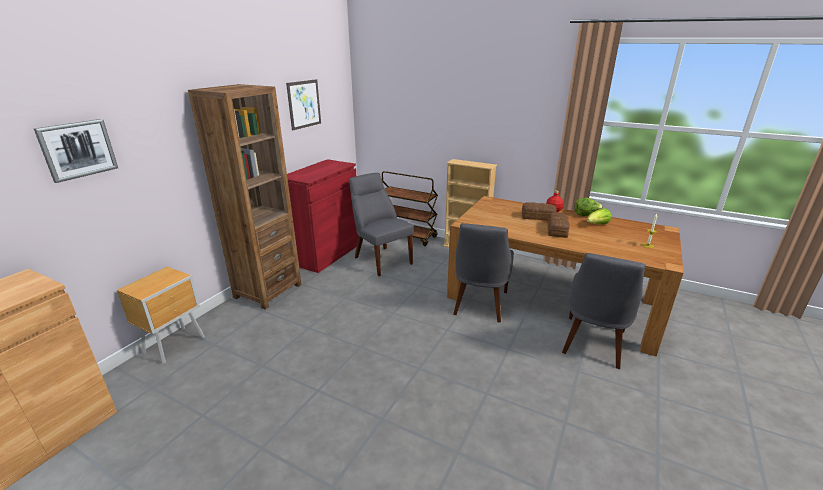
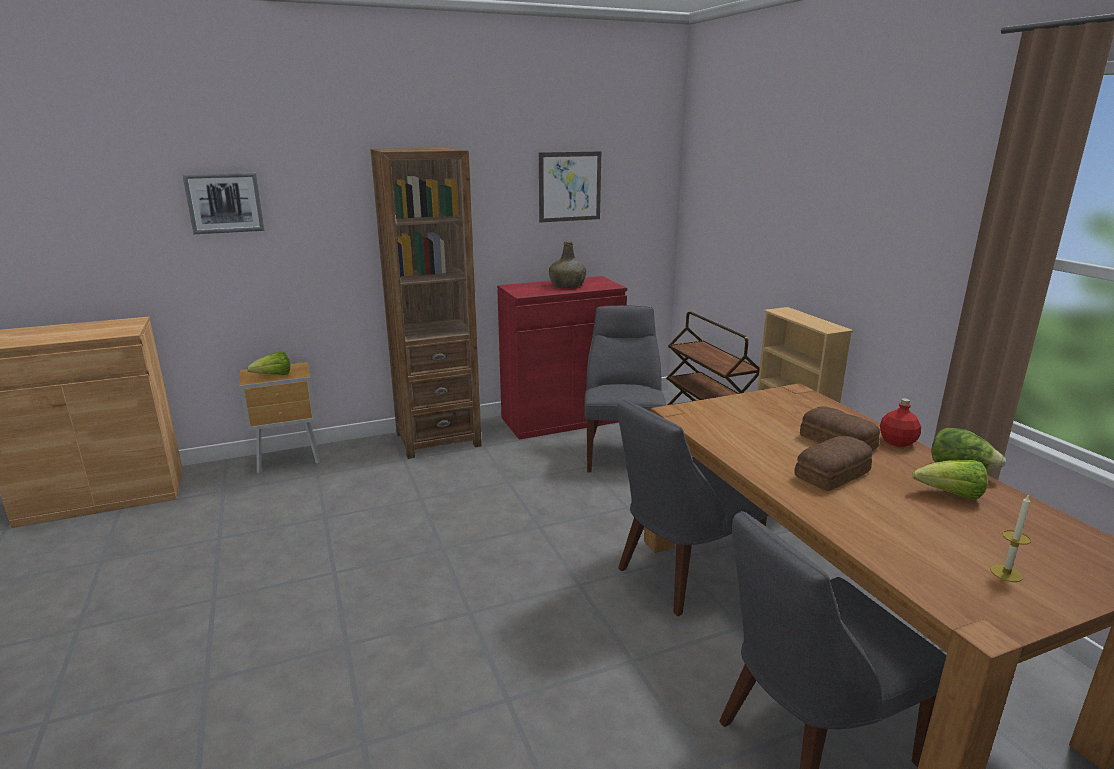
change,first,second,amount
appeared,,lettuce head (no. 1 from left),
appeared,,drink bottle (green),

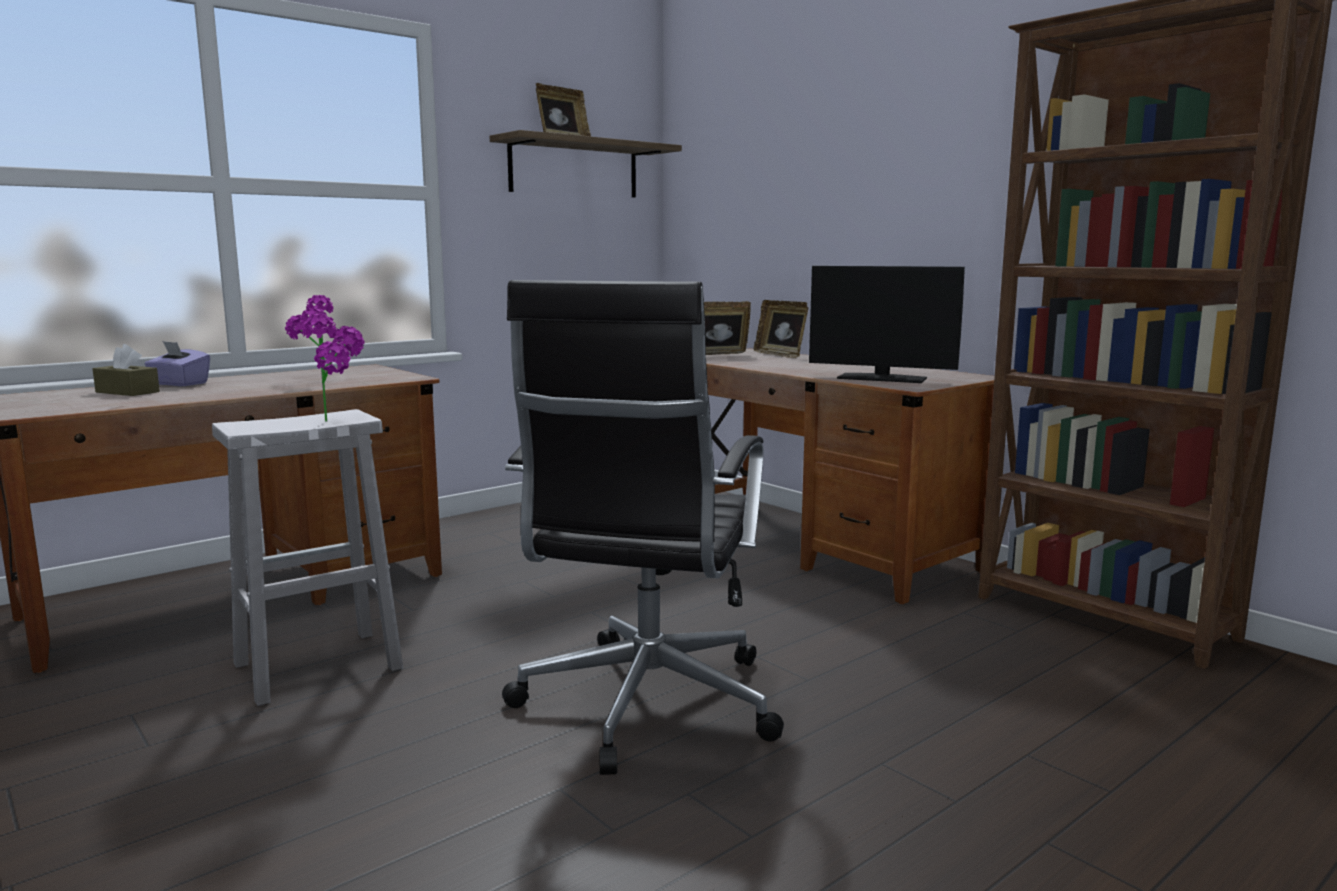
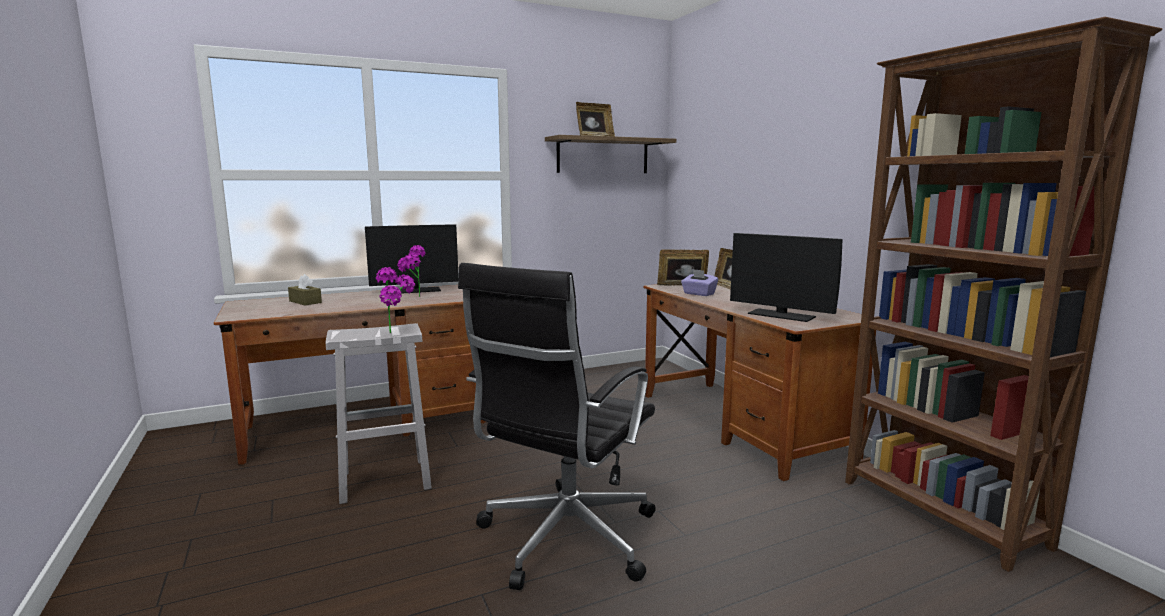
change,first,second,amount
relocated,tissue holder (purple),,
appeared,,computer display (no. 1 from left),

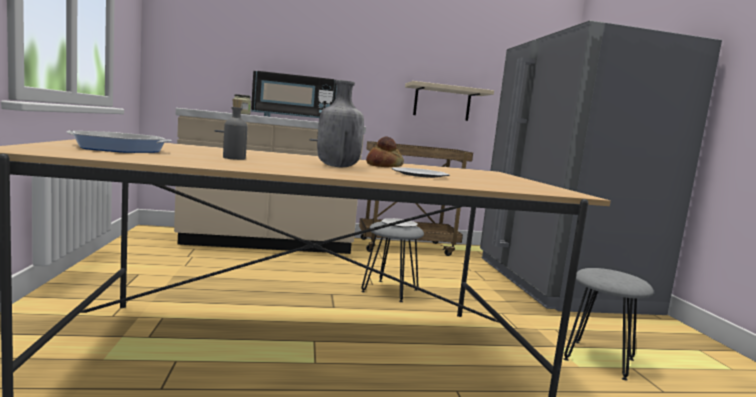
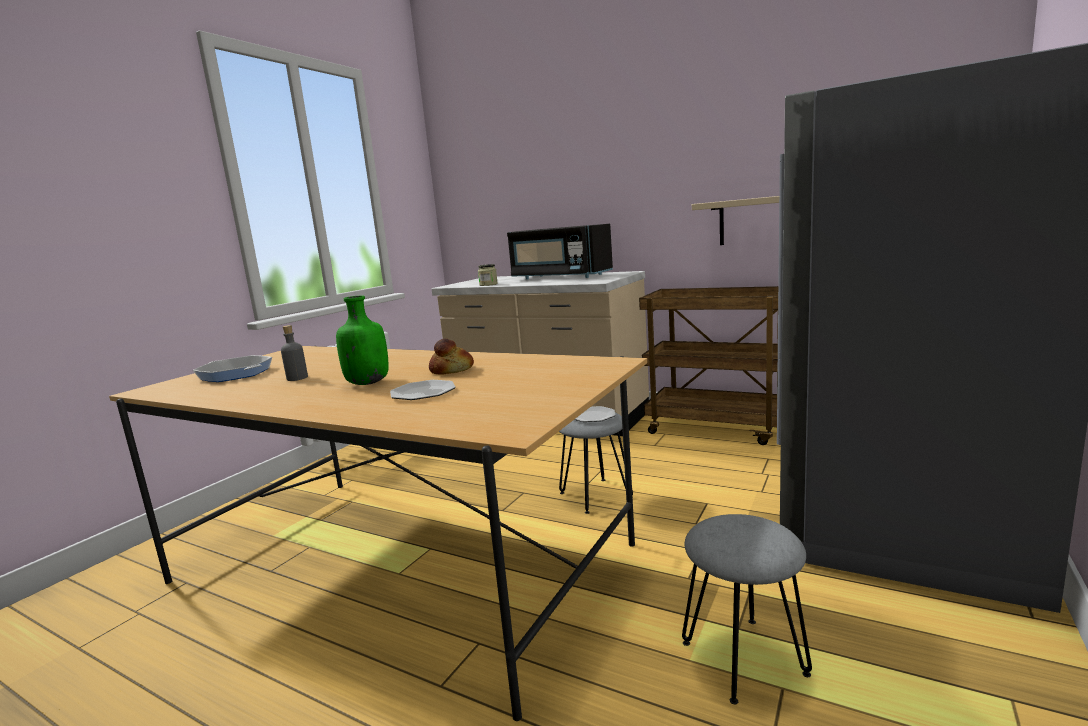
change,first,second,amount
colour,drink bottle (greyish) (no. 2 from left),drink bottle (green),

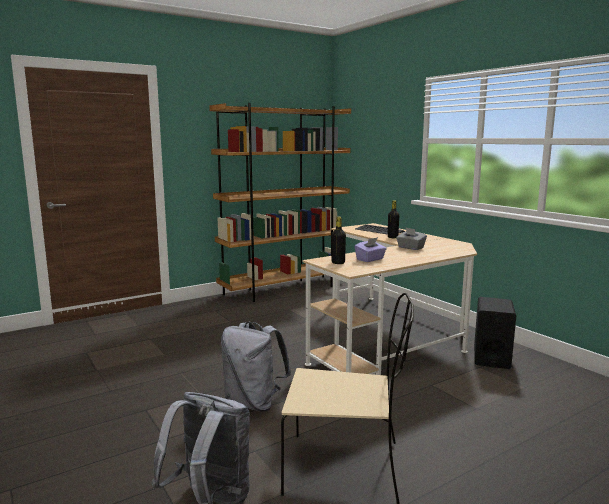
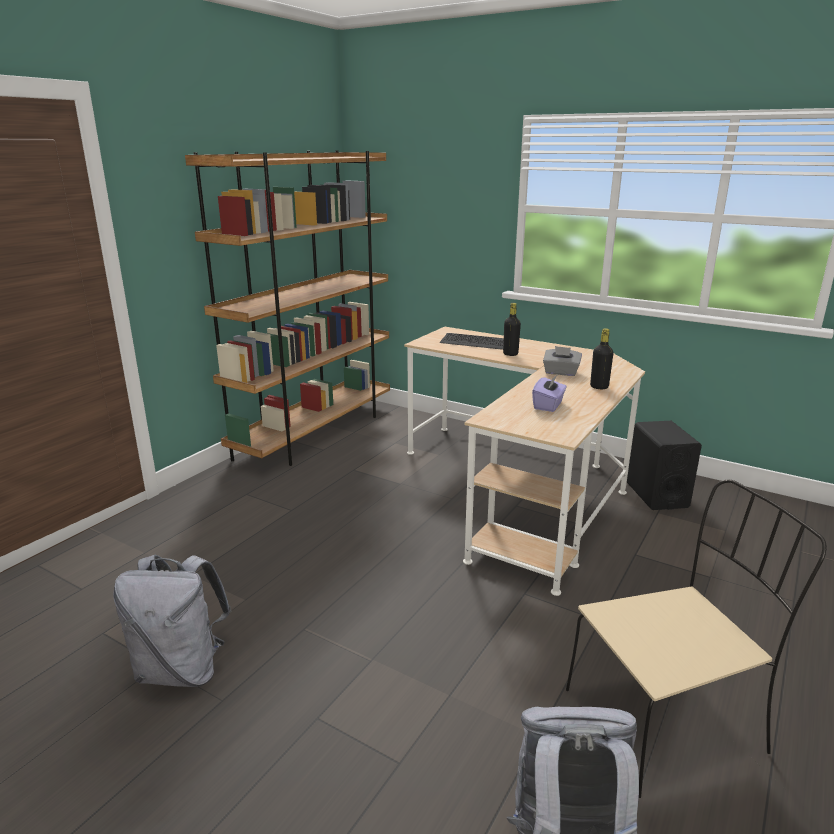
change,first,second,amount
relocated,backpack (greyish) (no. 2 from left in the first image),backpack (greyish) (no. 1 from left),
relocated,drink bottle (blackish) (no. 1 from left in the first image),drink bottle (blackish) (no. 2 from left),

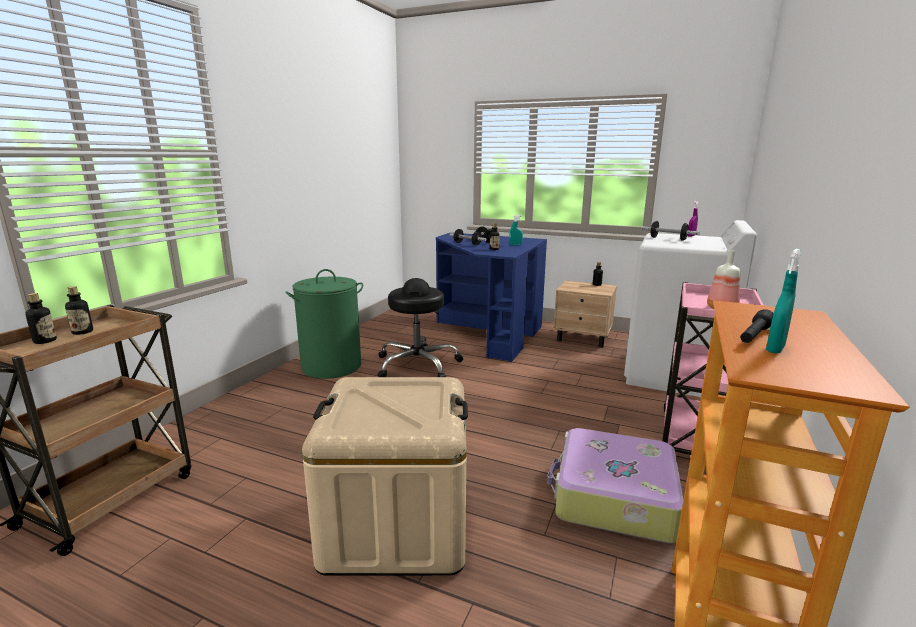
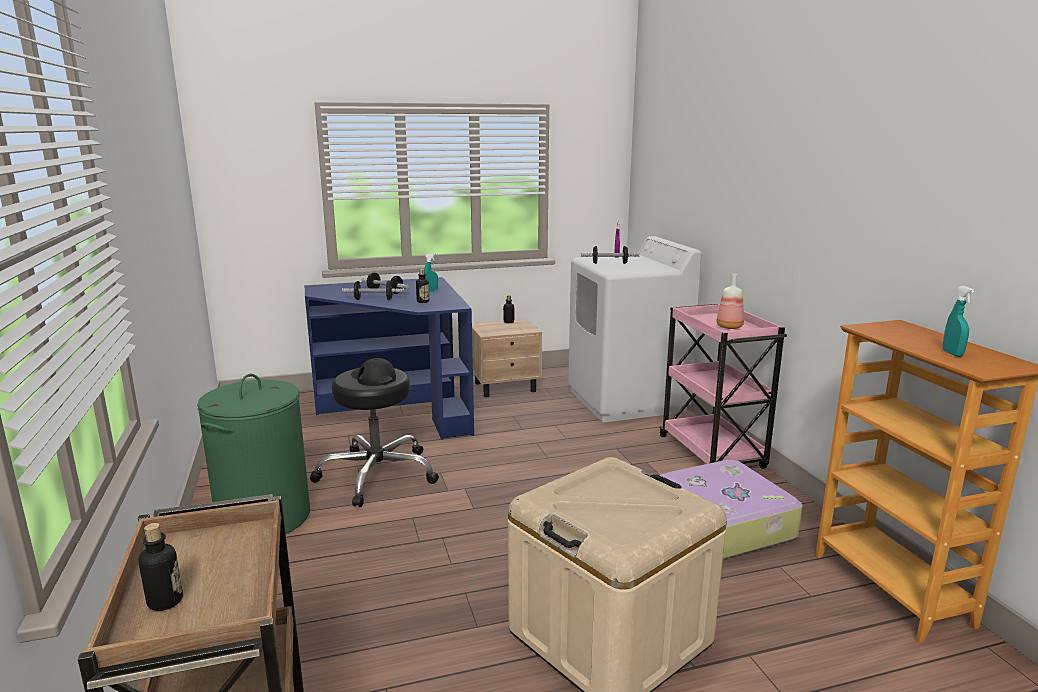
change,first,second,amount
missing,drink bottle (no. 2 from left),,
missing,hand torch (blackish),,

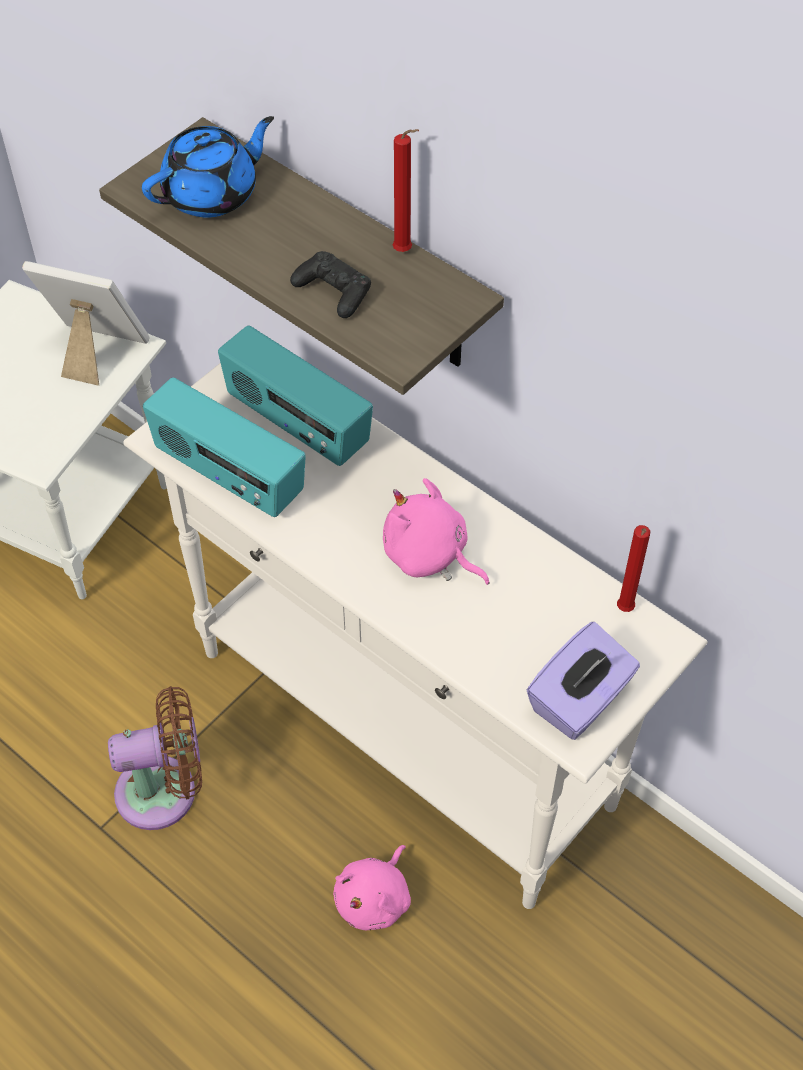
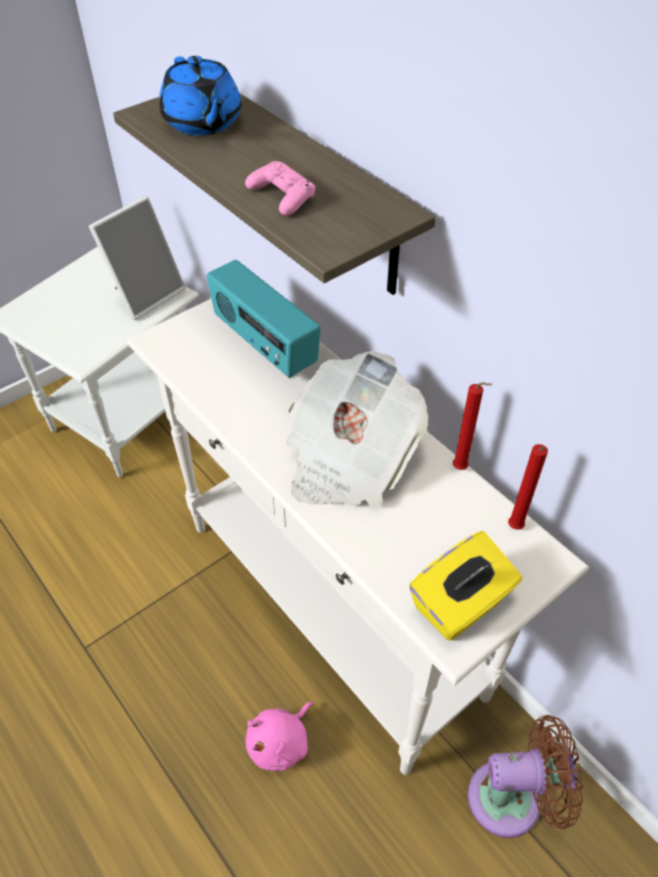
change,first,second,amount
spun,standing frame,,105 degrees clockwise
relocated,electric fan (brown),,
spun,teapot (blue),,90 degrees clockwise
missing,radio receiver (no. 1 from left),,
colour,gamepad (blackish),gamepad (pinkish),
exchanged,plush toy (pinkish) (no. 2 from left),newspaper,
relocated,wax candle (reddish) (no. 1 from left),,
colour,tissue holder (purple),tissue holder (yellow-coloured),

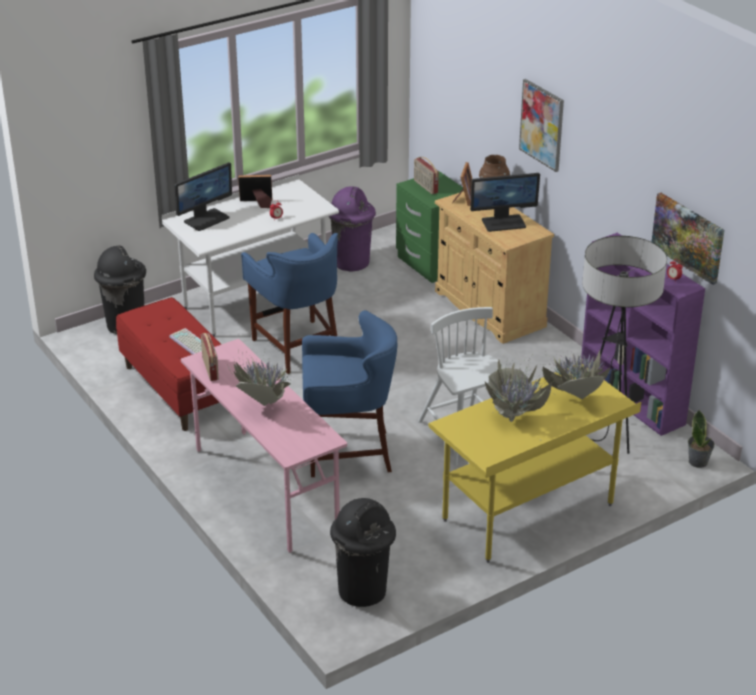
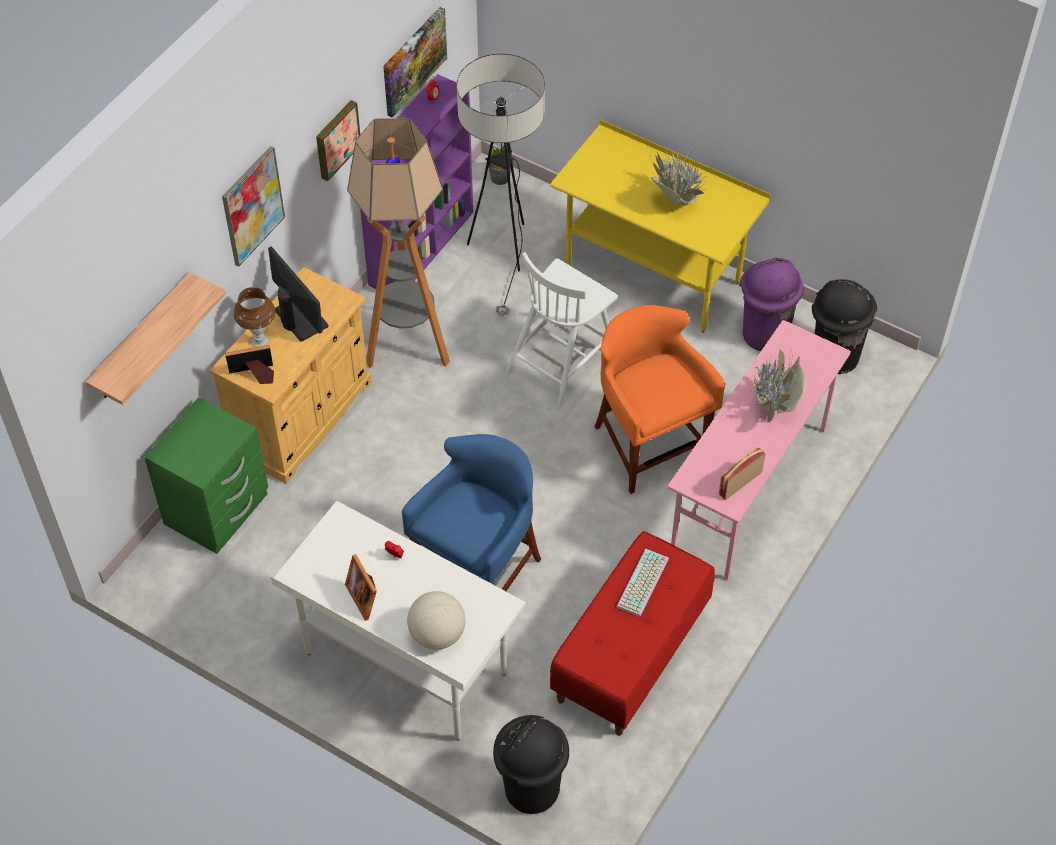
change,first,second,amount
exchanged,computer display (no. 1 from left),desk globe,
colour,sitting stool (blue) (no. 2 from left),sitting stool (orange-coloured),
relocated,waste bin (purple),,
missing,radio receiver (no. 2 from left),,
missing,plant in a pot (no. 3 from left),,
appeared,,wall shelf,
appeared,,wall art (no. 2 from left),
appeared,,floor lamp (no. 1 from left),

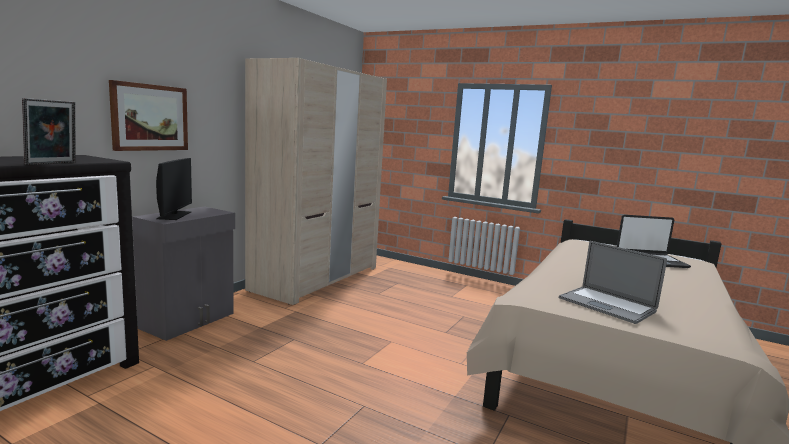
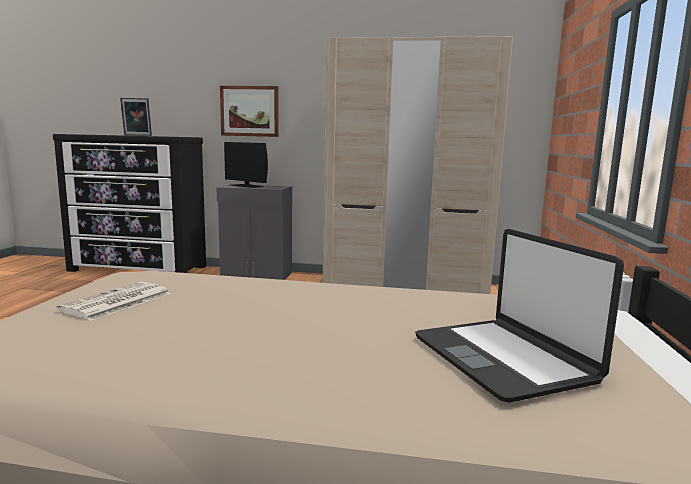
change,first,second,amount
spun,computer display,,60 degrees clockwise
exchanged,notebook computer (no. 1 from left),newspaper,

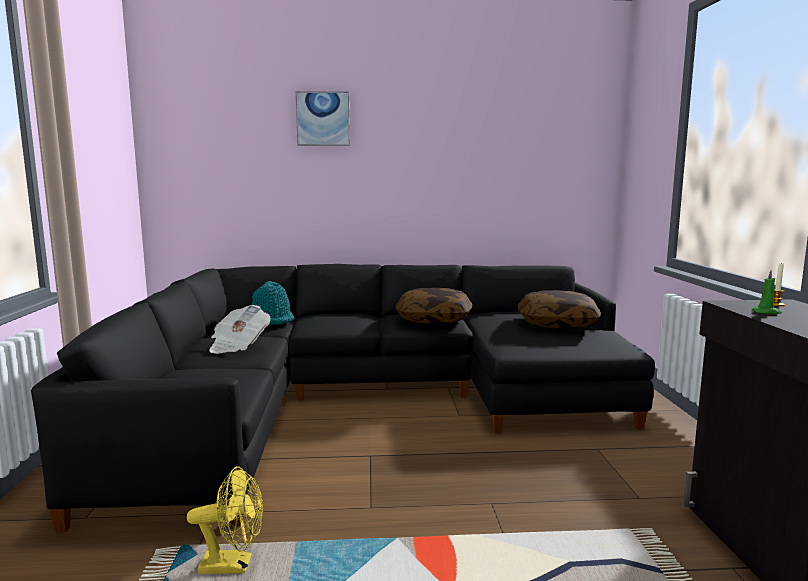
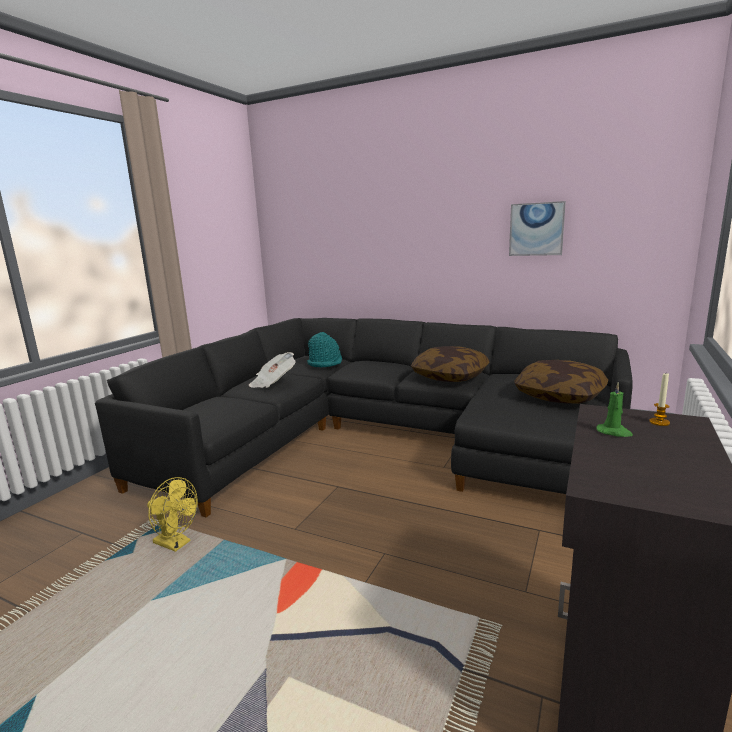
change,first,second,amount
relocated,wall art,,

